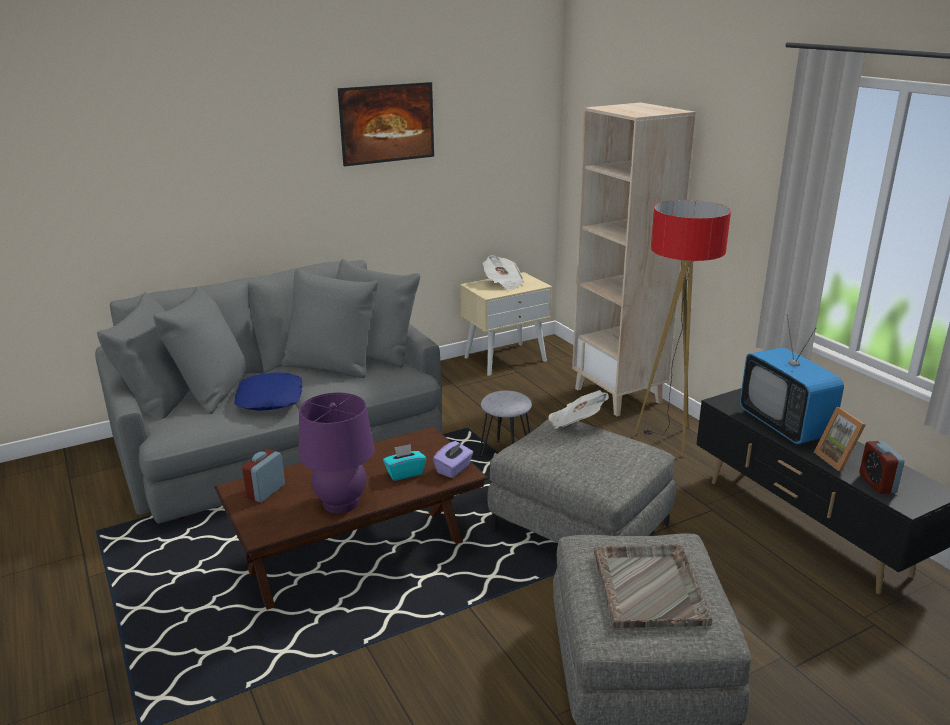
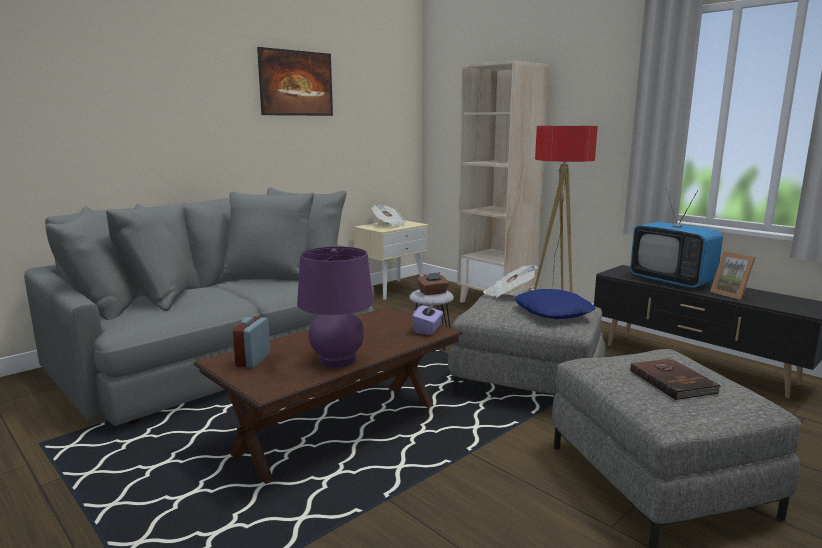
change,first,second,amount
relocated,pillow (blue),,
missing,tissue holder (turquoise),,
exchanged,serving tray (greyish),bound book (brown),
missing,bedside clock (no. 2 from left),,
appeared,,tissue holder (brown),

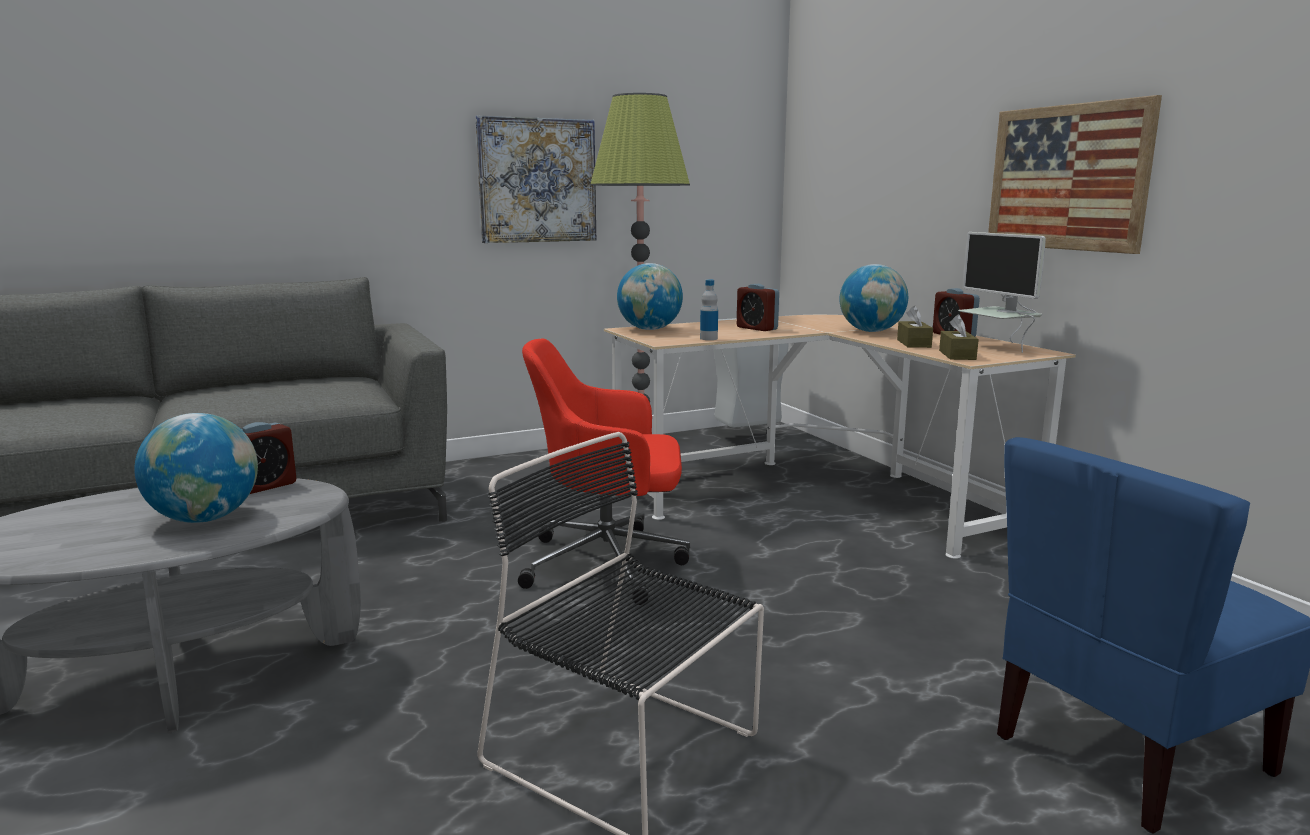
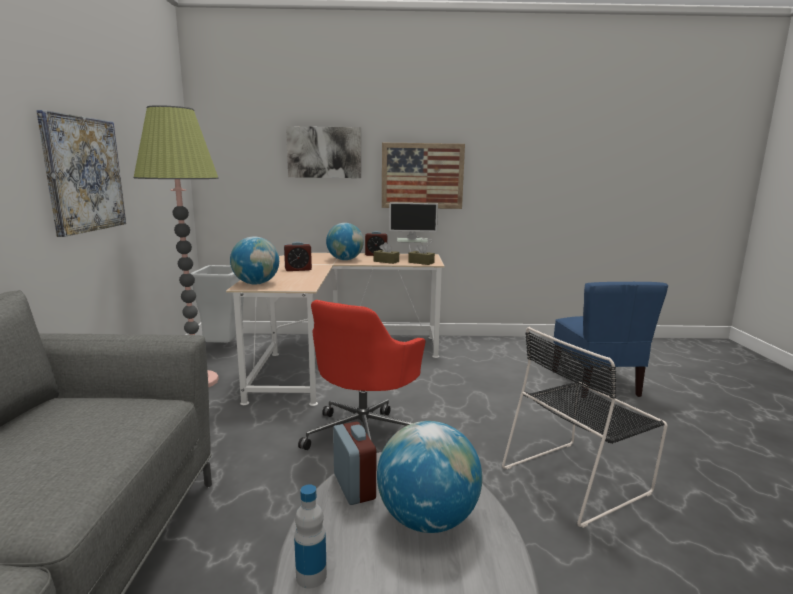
change,first,second,amount
relocated,drink bottle,,
appeared,,wall art (no. 2 from left),

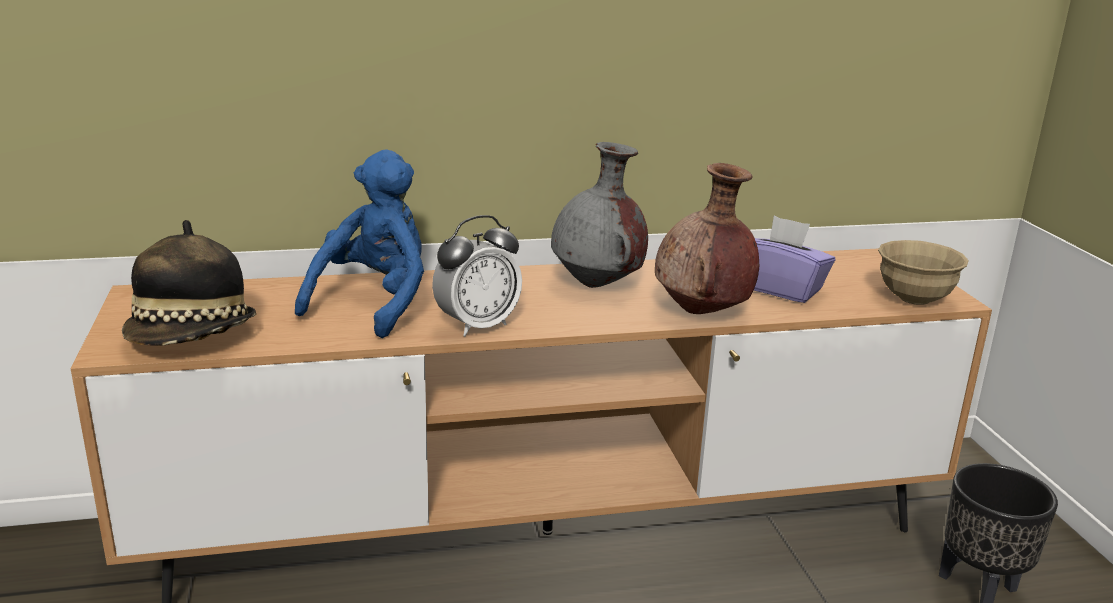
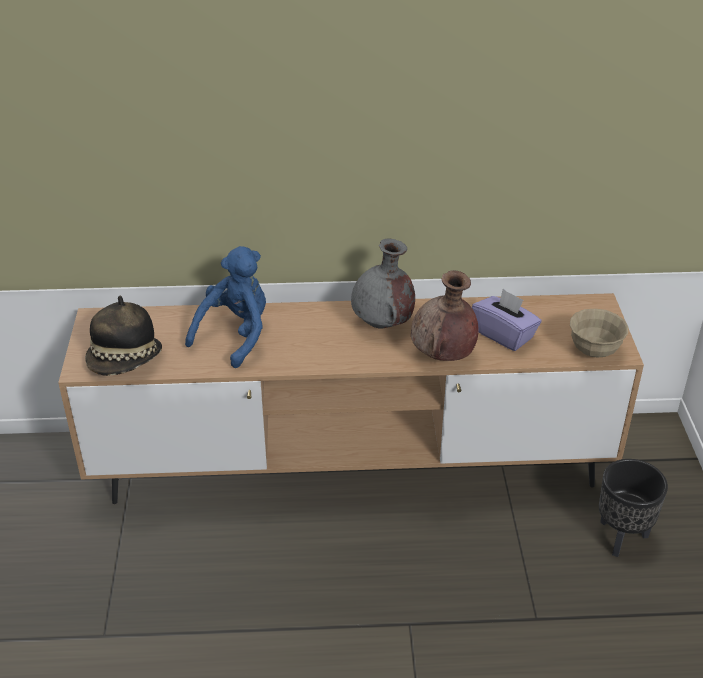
change,first,second,amount
missing,bedside clock,,

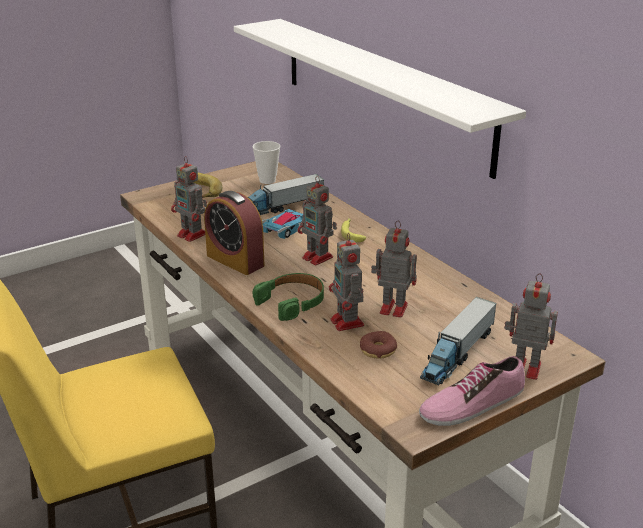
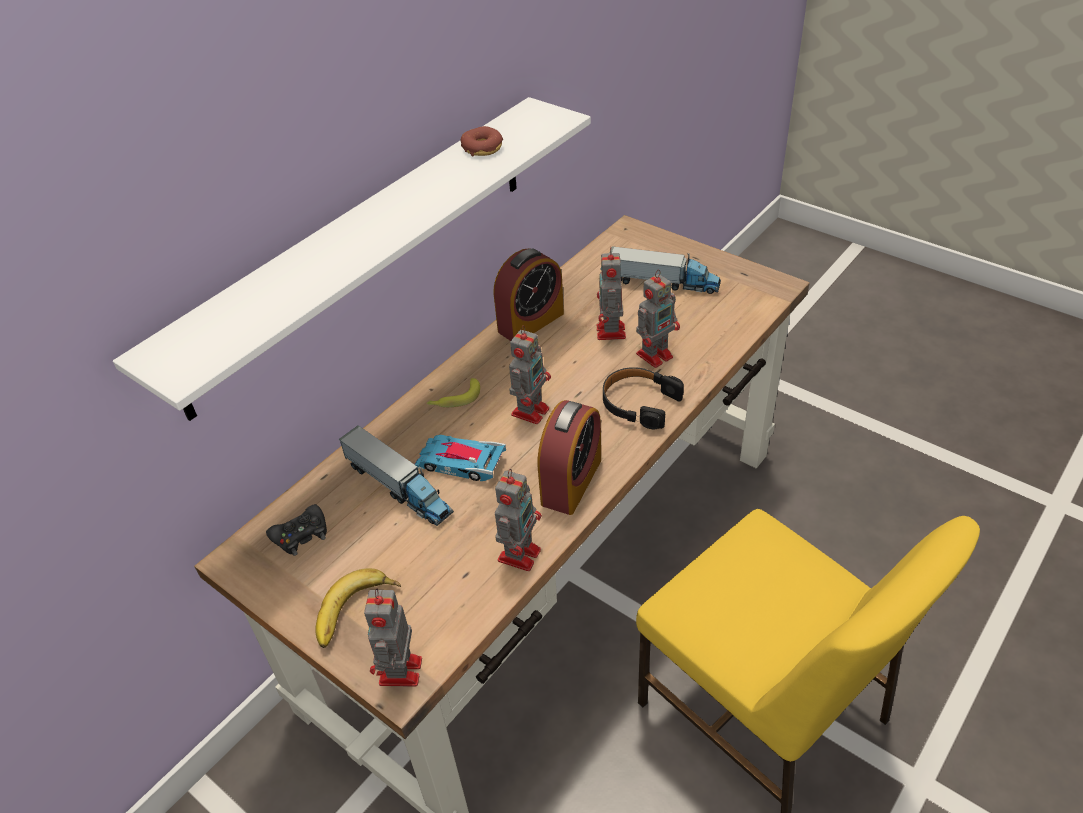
change,first,second,amount
exchanged,small cup,gamepad (blackish),
colour,headset (green),headset (blackish),
relocated,donut,,
missing,shoe,,
relocated,robot figure (no. 5 from left in the first image),robot figure (no. 1 from left),
appeared,,bedside clock (no. 1 from left),

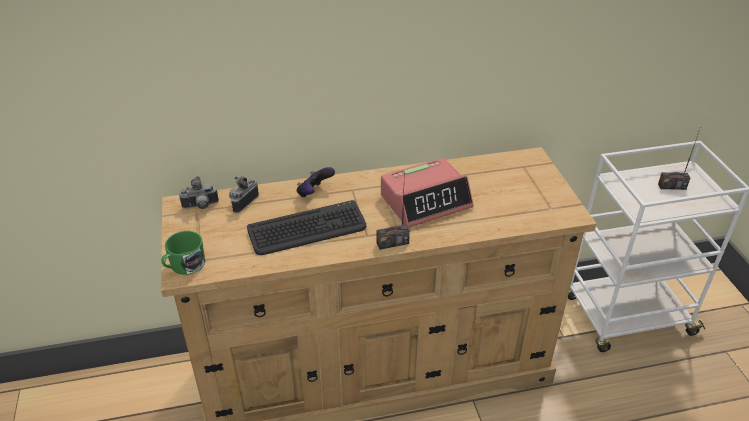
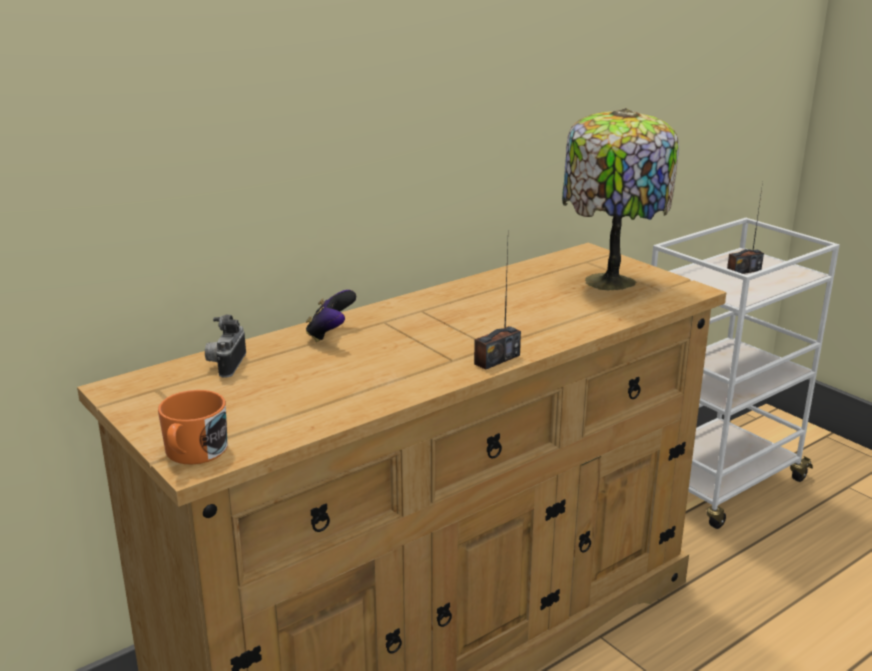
change,first,second,amount
colour,coffee mug (green),coffee mug (orange-coloured),
missing,still camera (no. 1 from left),,
missing,PC keyboard,,
missing,bedside clock,,
appeared,,table lamp,

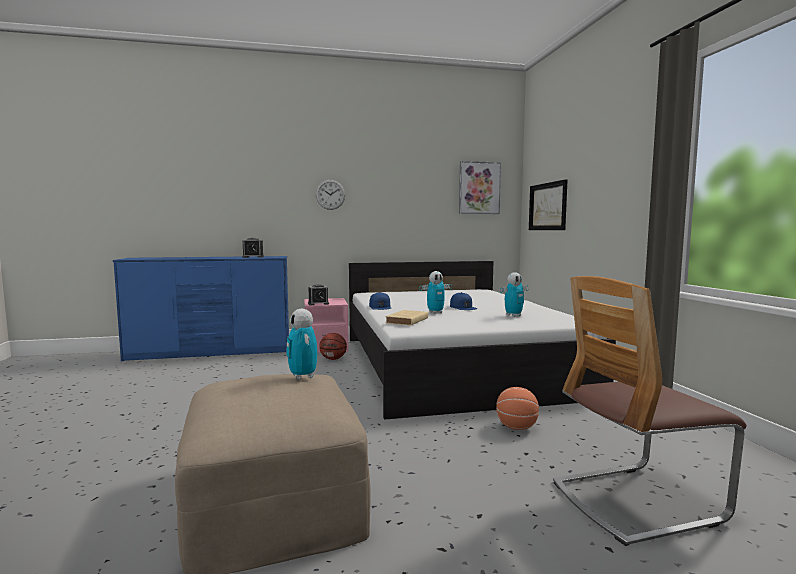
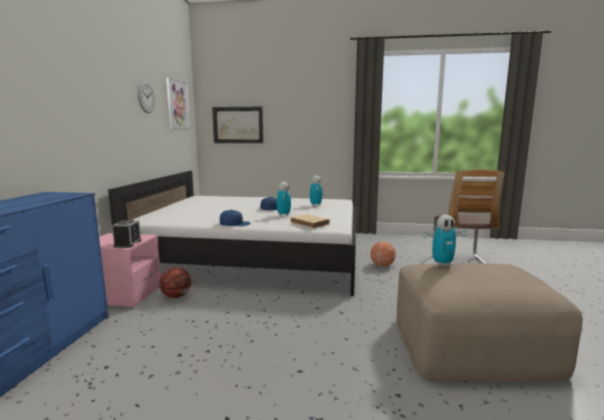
change,first,second,amount
missing,bedside clock (no. 1 from left),,
relocated,clock on the wall,,

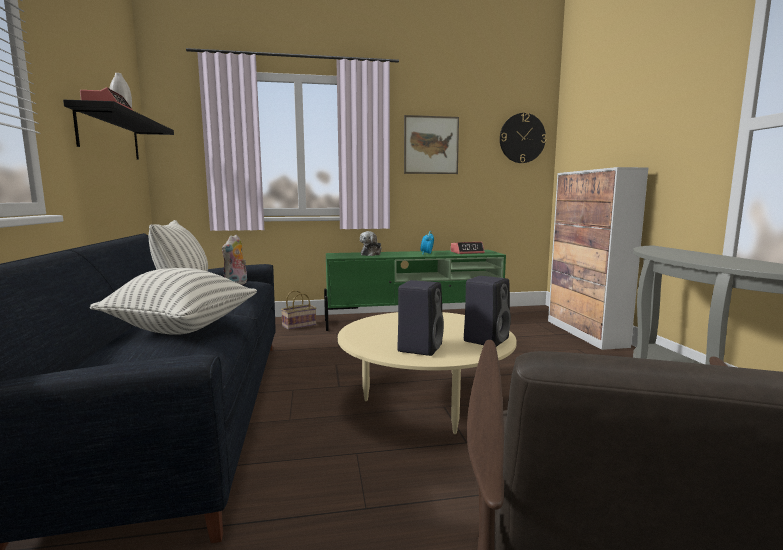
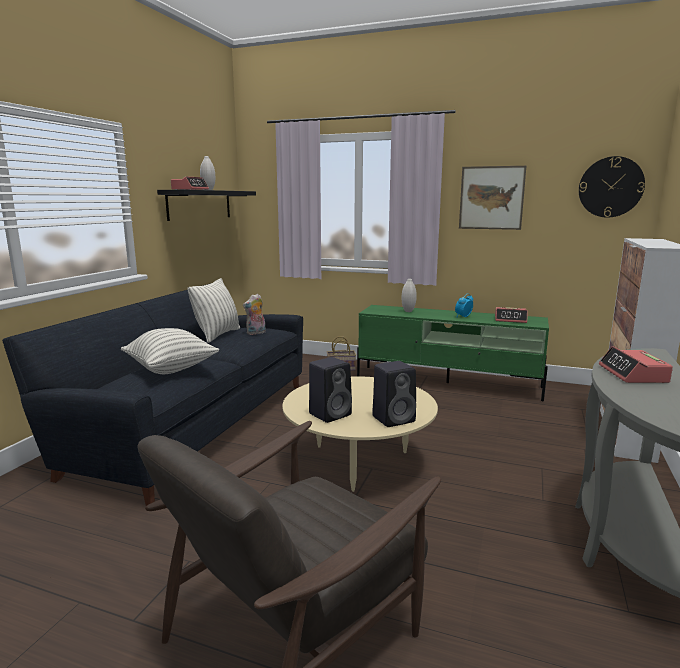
change,first,second,amount
exchanged,plush toy (no. 2 from left),decorative vase (white-coloured) (no. 2 from left),
appeared,,bedside clock (no. 4 from left),

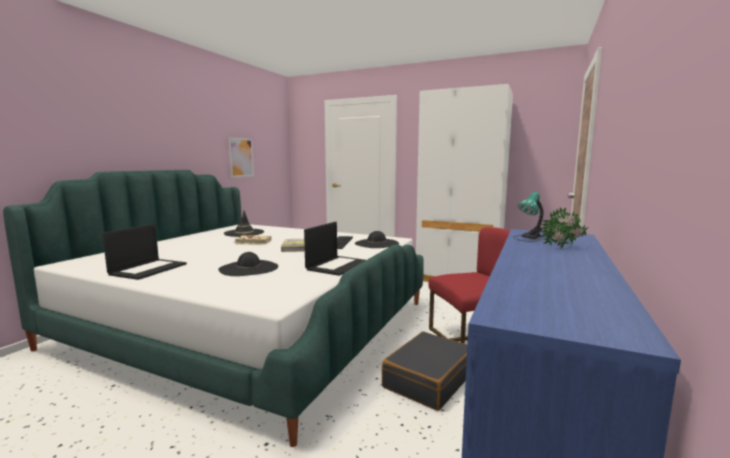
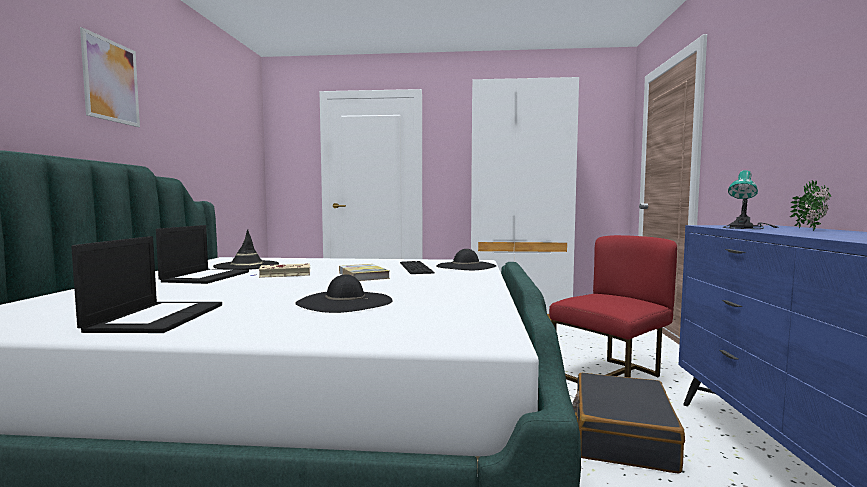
change,first,second,amount
relocated,wall art,,
relocated,notebook computer (no. 2 from left),,

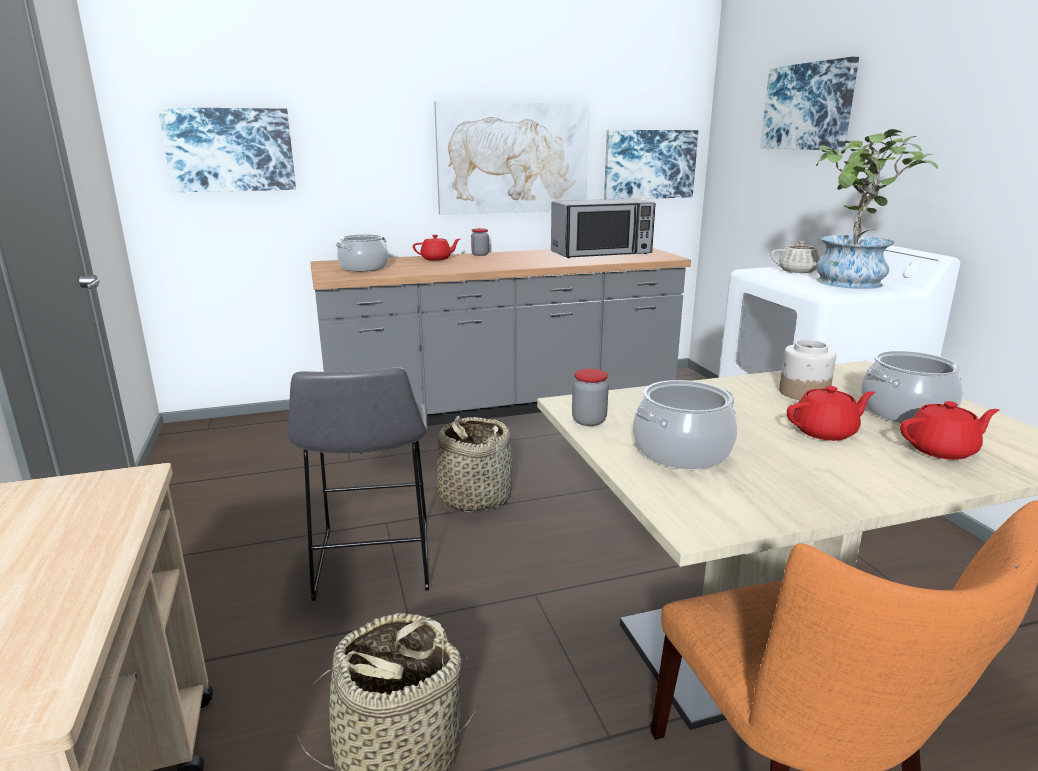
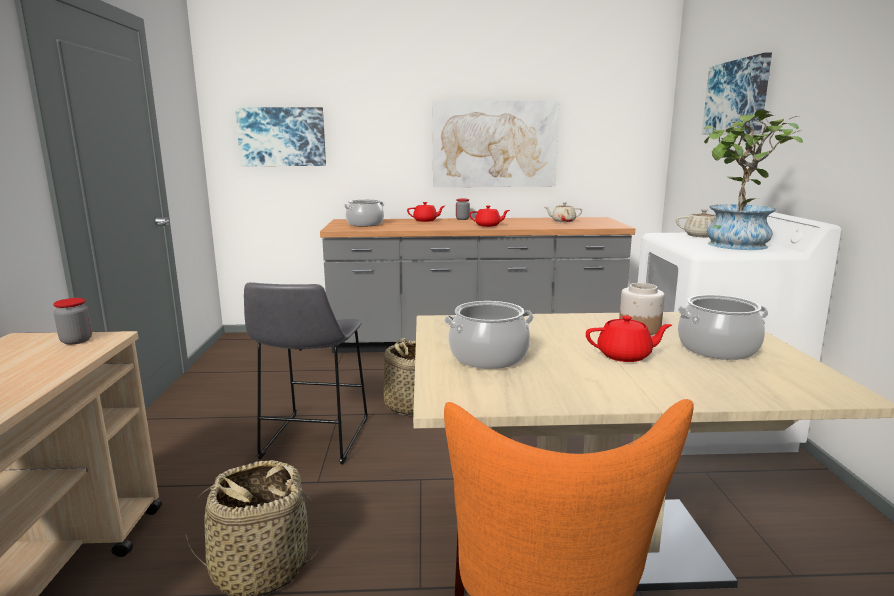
change,first,second,amount
exchanged,kitchen microwave,teapot (sand-coloured) (no. 1 from left),
relocated,jar (no. 2 from left in the first image),jar (no. 1 from left),
missing,wall art (no. 3 from left),,
relocated,teapot (reddish) (no. 3 from left in the first image),teapot (reddish) (no. 2 from left),

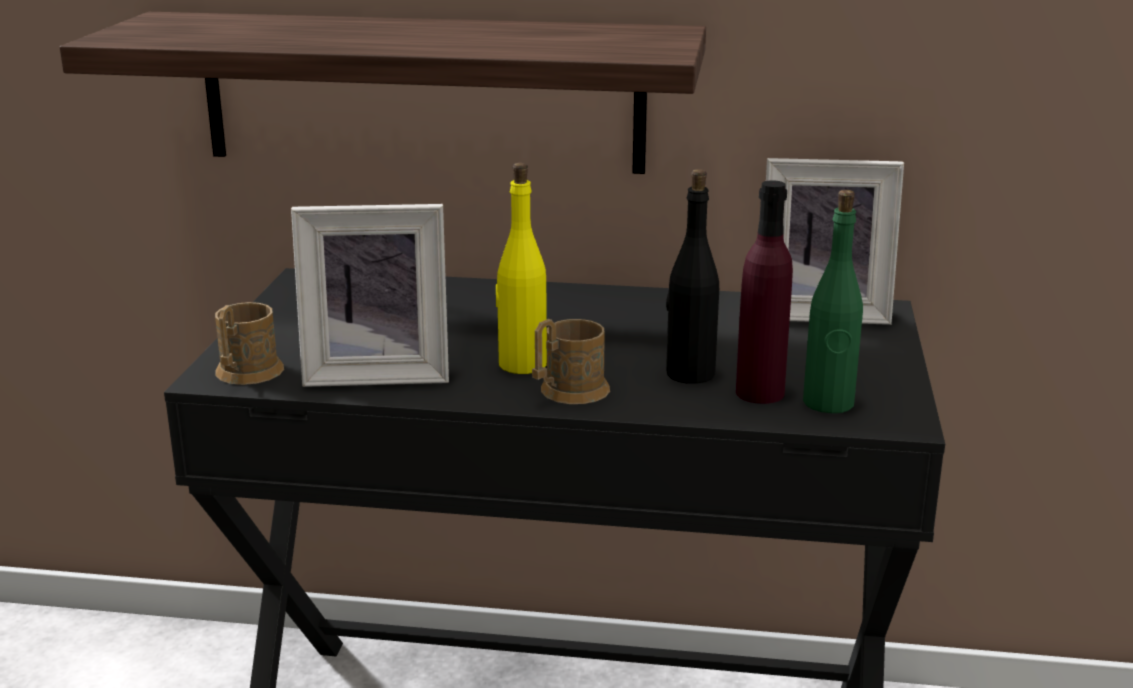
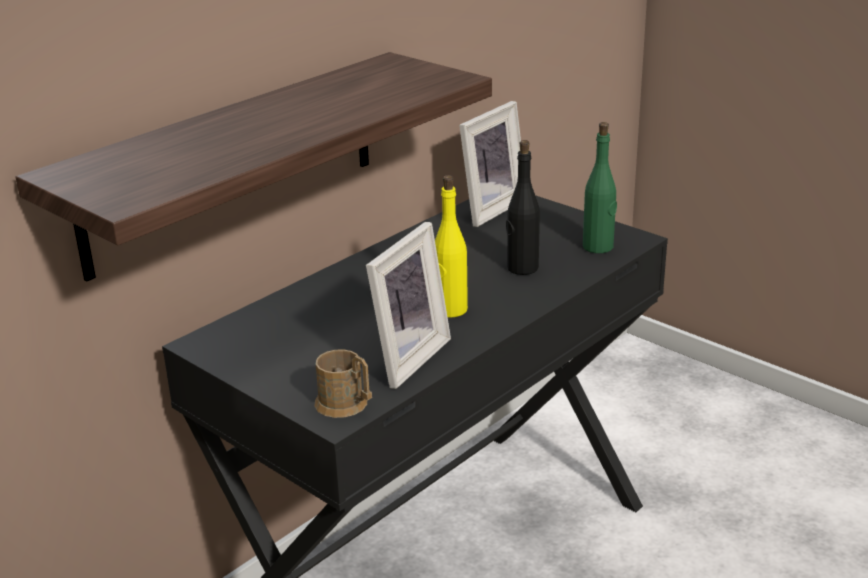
change,first,second,amount
missing,coffee mug (brown) (no. 2 from left),,
missing,drink bottle (purple),,

